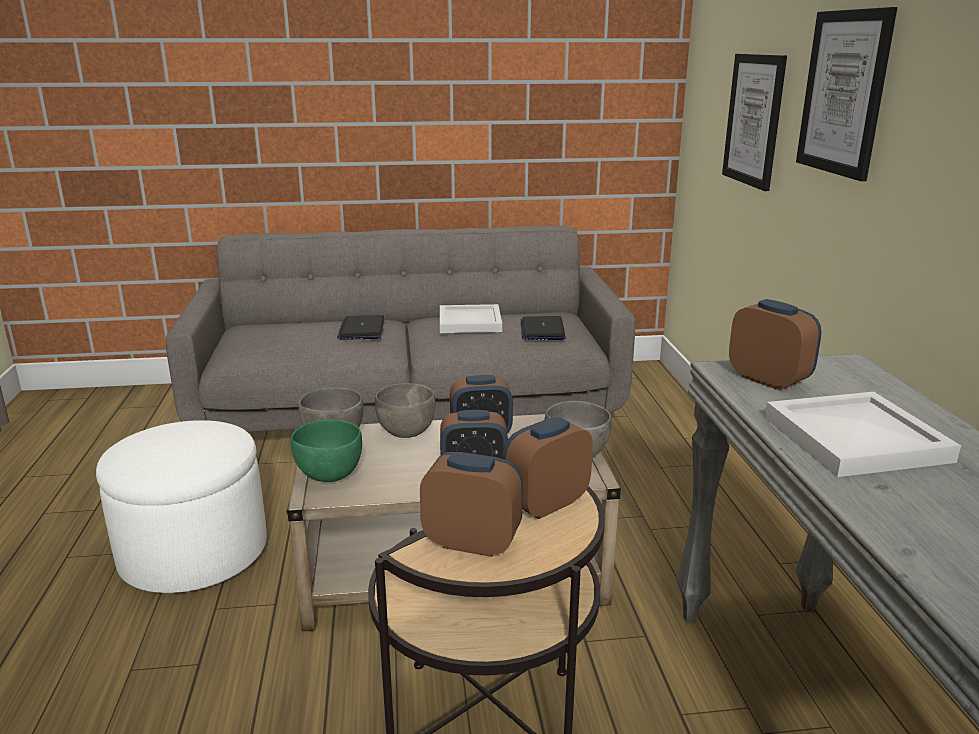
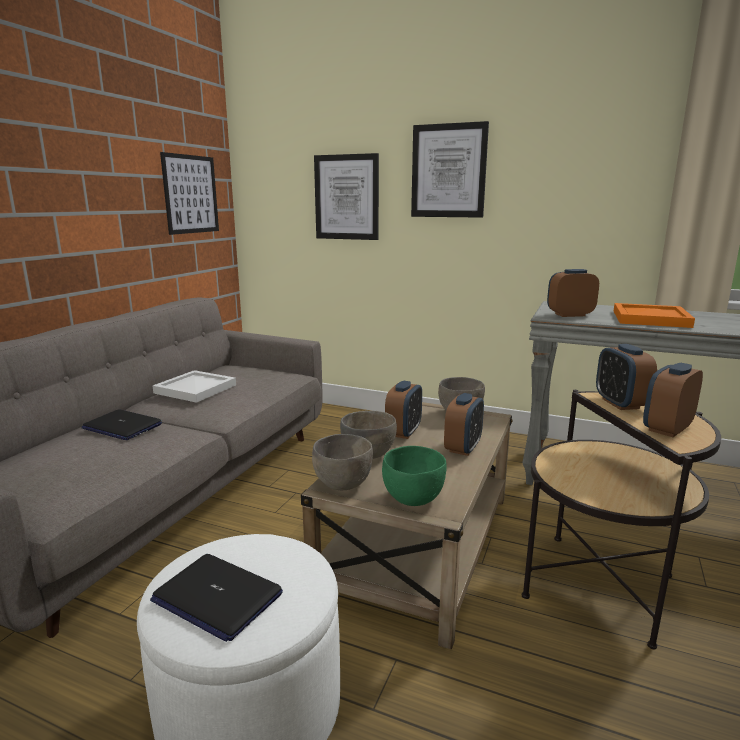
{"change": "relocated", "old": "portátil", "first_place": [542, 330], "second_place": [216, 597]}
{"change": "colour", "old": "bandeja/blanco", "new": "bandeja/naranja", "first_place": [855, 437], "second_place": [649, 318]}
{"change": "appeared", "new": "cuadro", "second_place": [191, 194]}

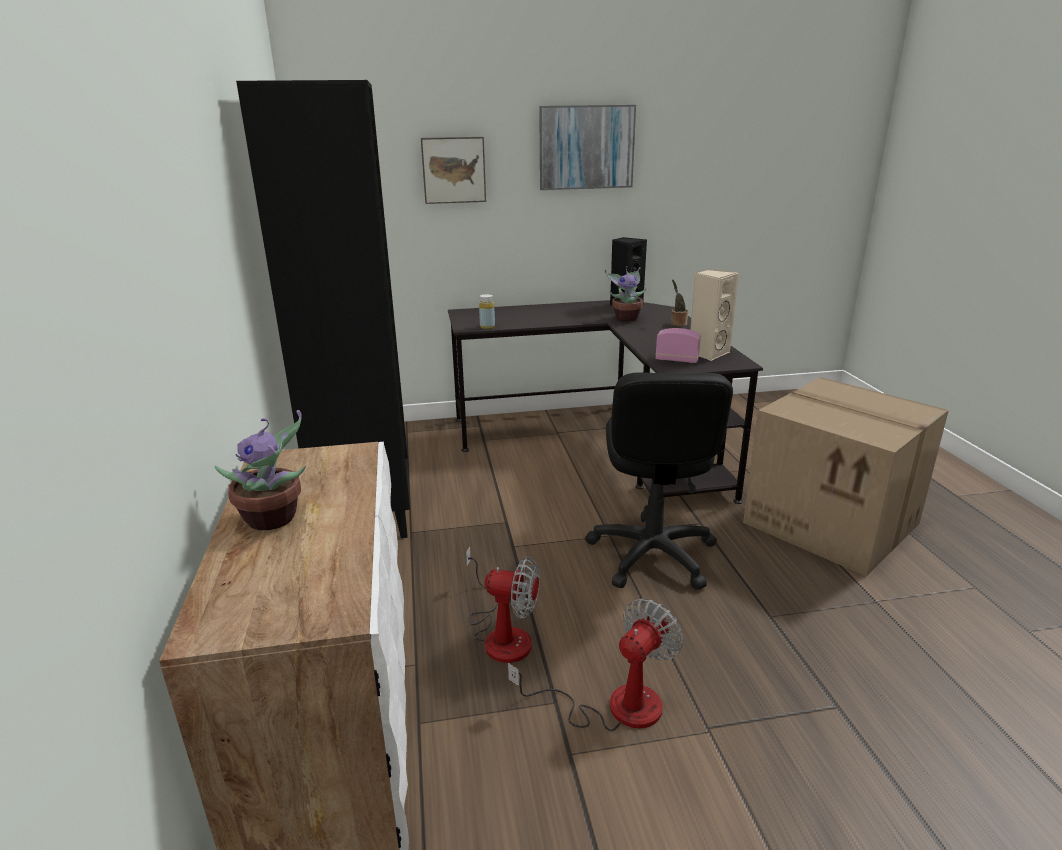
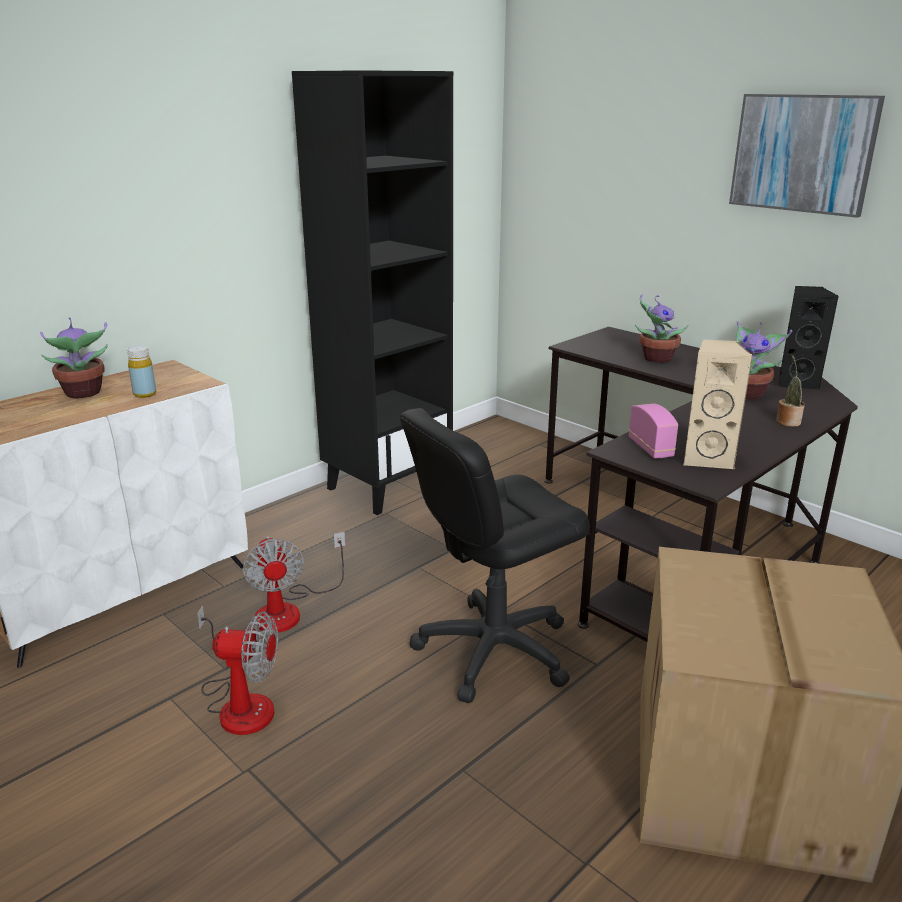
{"change": "missing", "old": "cuadro", "first_place": [453, 170]}
{"change": "relocated", "old": "botella/amarillo", "first_place": [487, 327], "second_place": [145, 394]}
{"change": "appeared", "new": "planta en maceta", "second_place": [655, 358]}

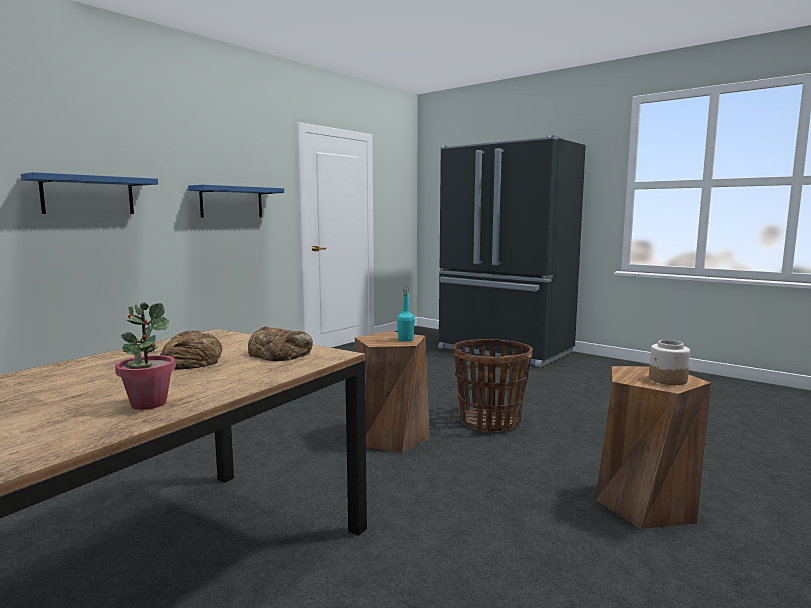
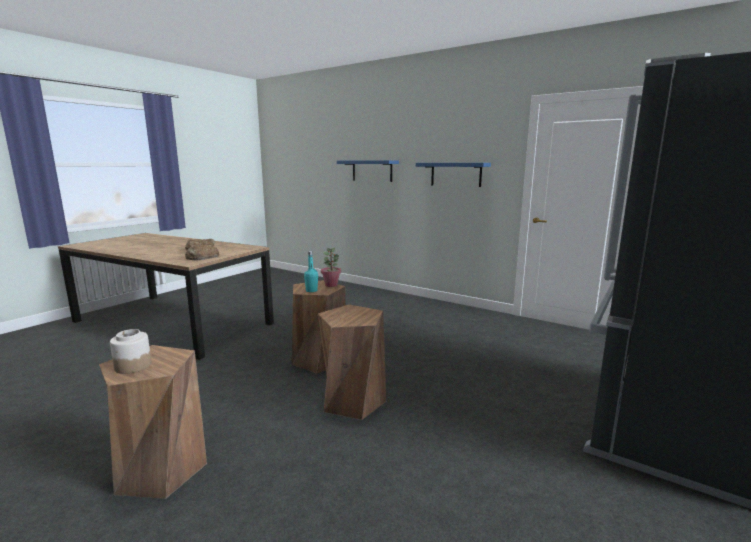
{"change": "relocated", "old": "planta en maceta", "first_place": [148, 404], "second_place": [331, 285]}
{"change": "exchanged", "old": "cesta", "new": "taburete/marrón", "first_place": [490, 422], "second_place": [353, 401]}

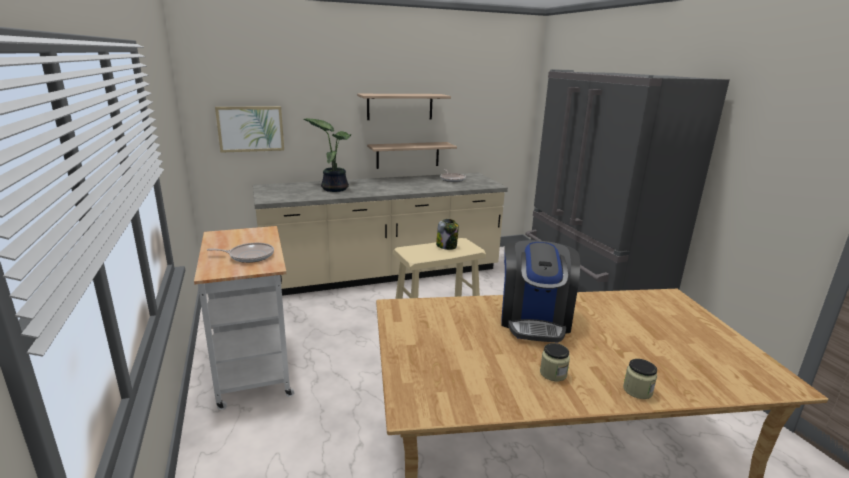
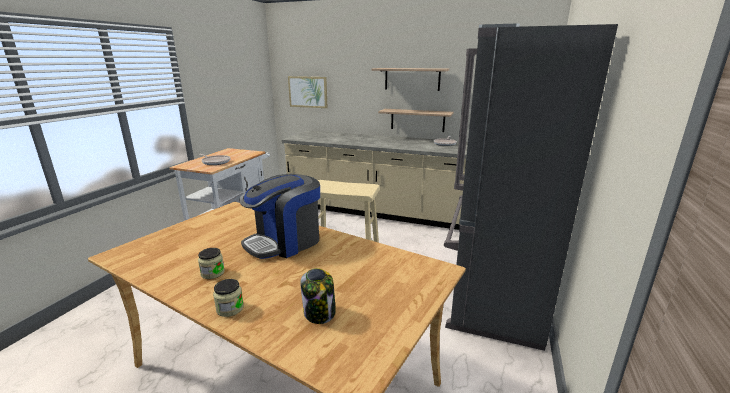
{"change": "missing", "old": "planta en maceta", "first_place": [334, 188]}
{"change": "relocated", "old": "tarro", "first_place": [447, 246], "second_place": [319, 313]}

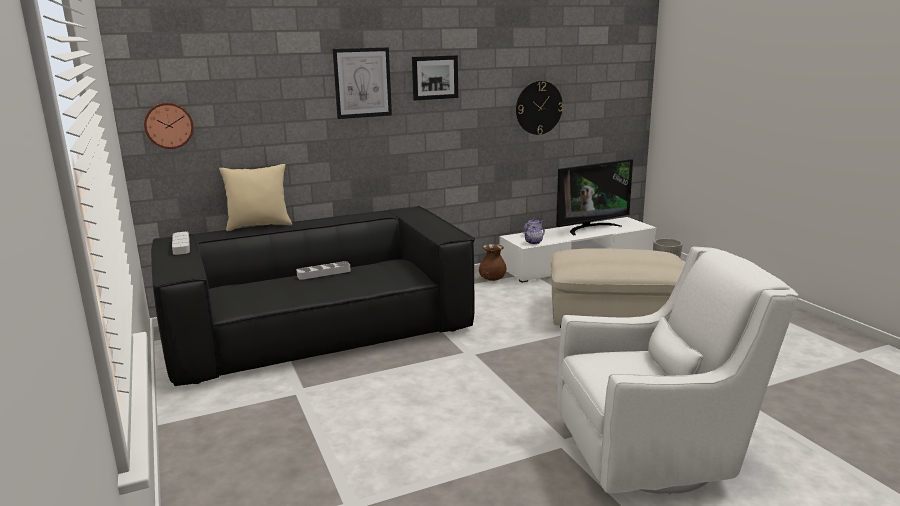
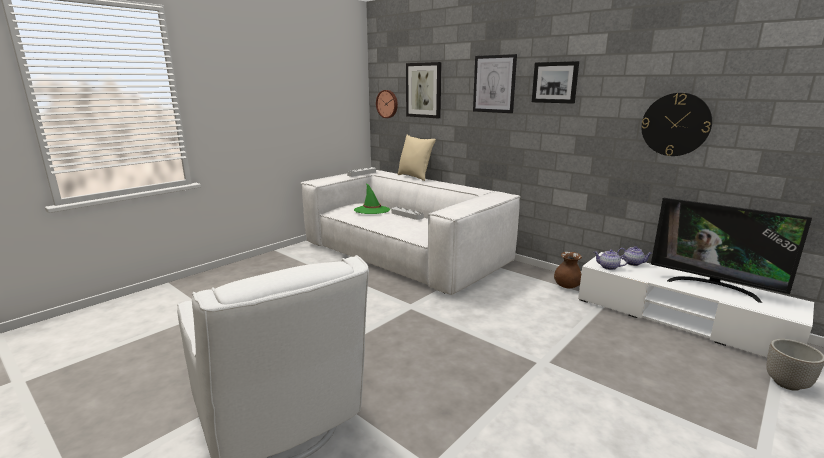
{"change": "colour", "old": "sofá/negro", "new": "sofá/blanco", "first_place": [319, 329], "second_place": [404, 253]}
{"change": "missing", "old": "puf/beis", "first_place": [616, 313]}
{"change": "appeared", "new": "sombrero/verde", "second_place": [372, 210]}
{"change": "appeared", "new": "cuadro", "second_place": [424, 90]}

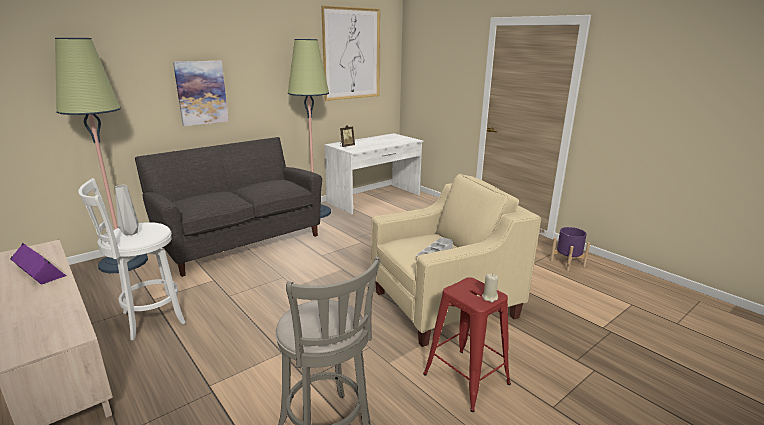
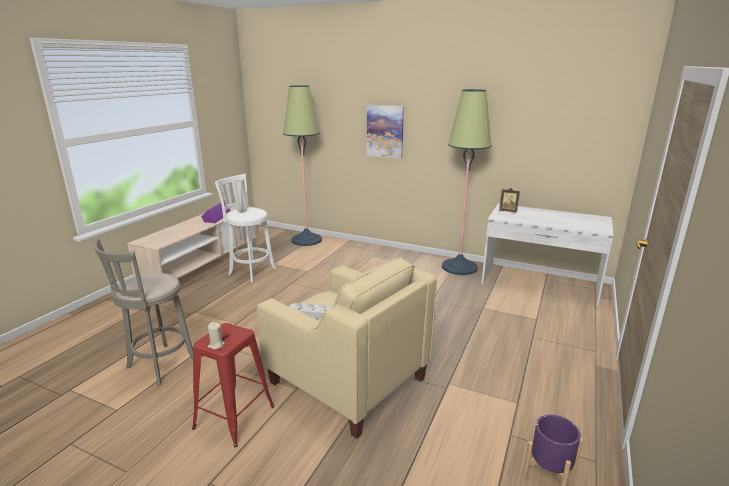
{"change": "missing", "old": "sofá/gris", "first_place": [239, 241]}
{"change": "missing", "old": "cuadro", "first_place": [351, 54]}

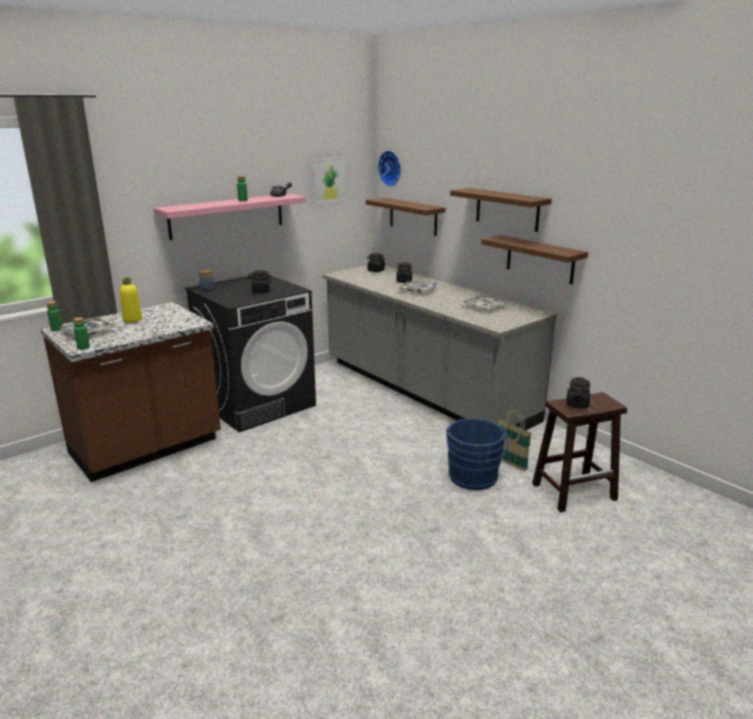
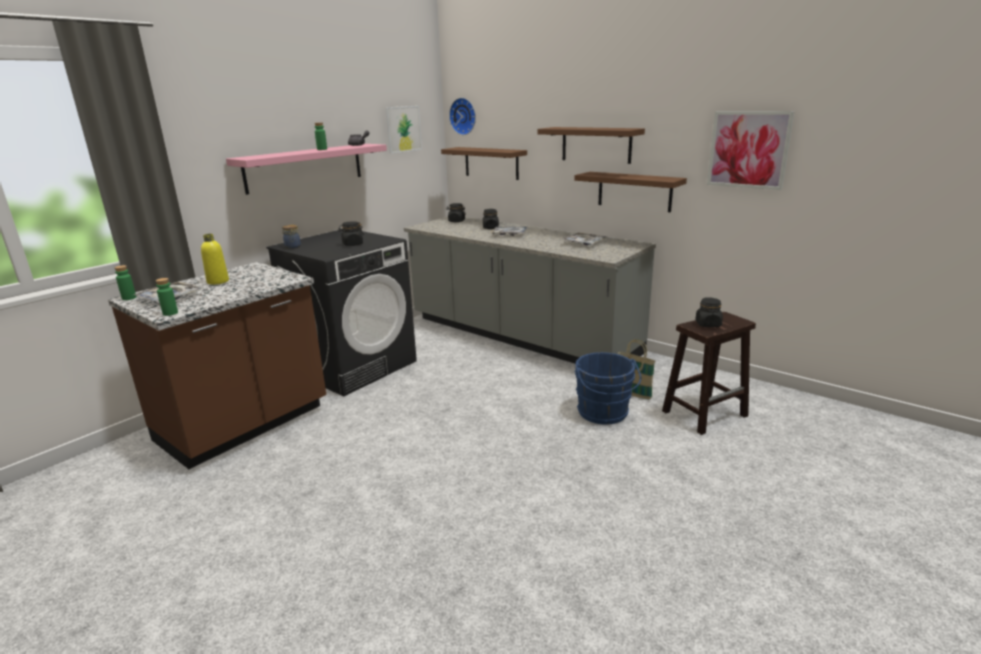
{"change": "appeared", "new": "cuadro", "second_place": [748, 149]}

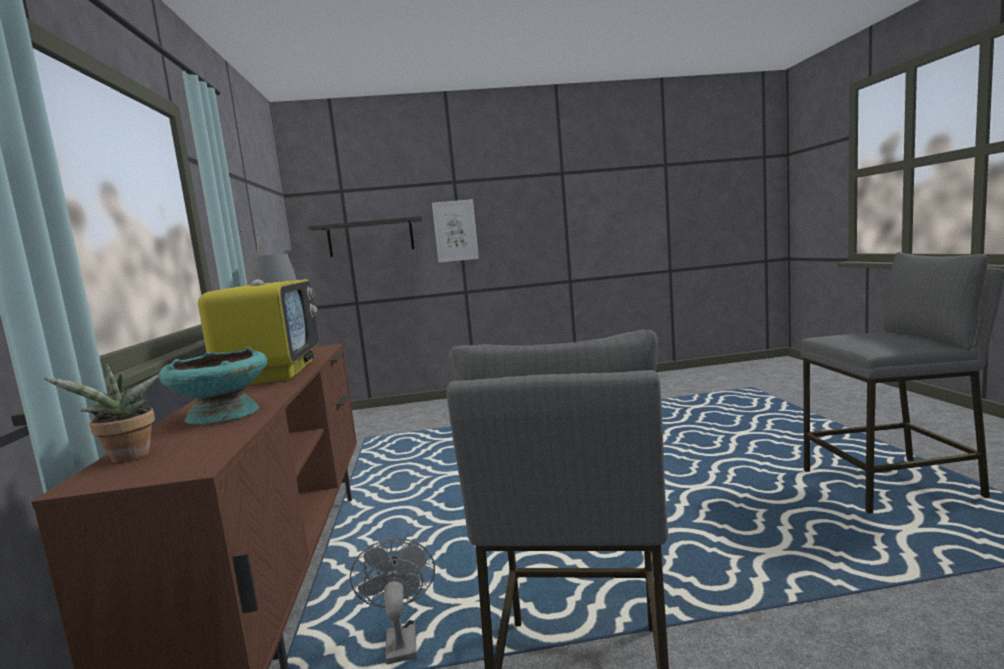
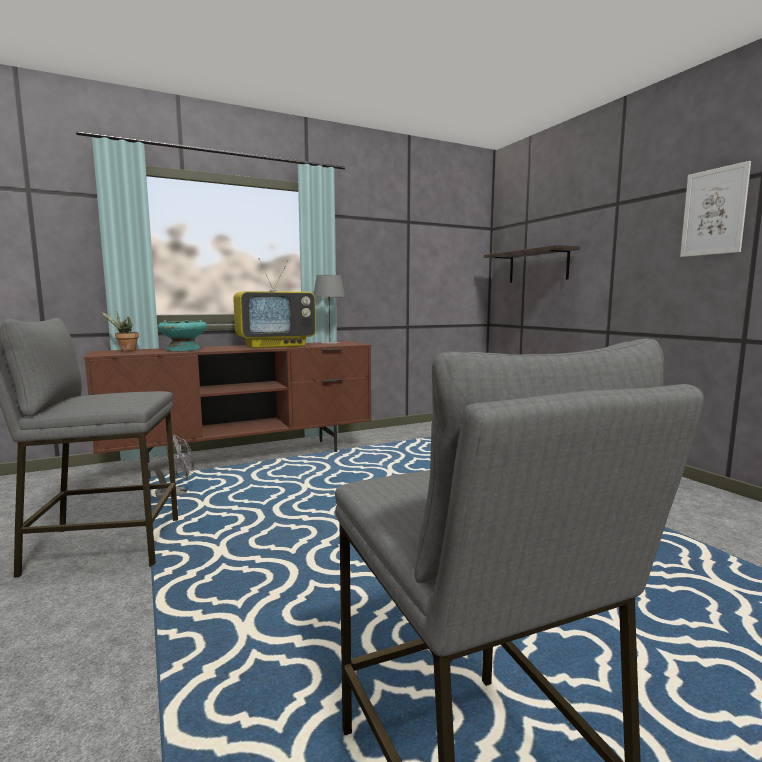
{"change": "relocated", "old": "cuadro", "first_place": [455, 231], "second_place": [714, 212]}

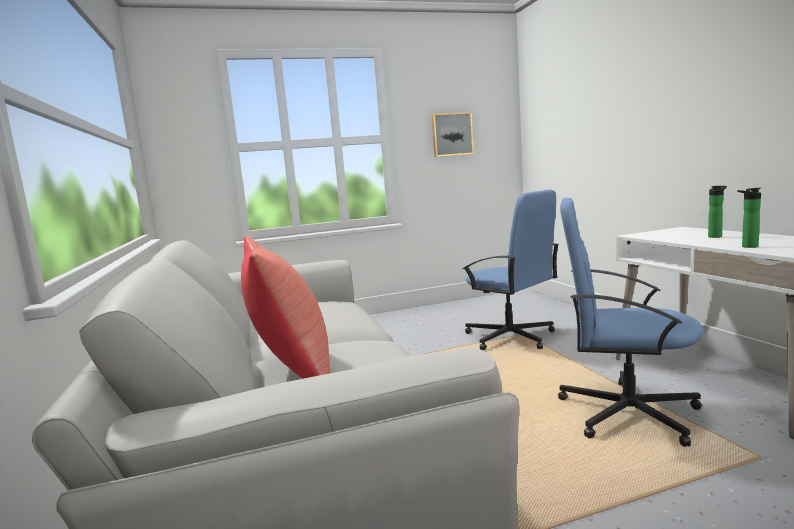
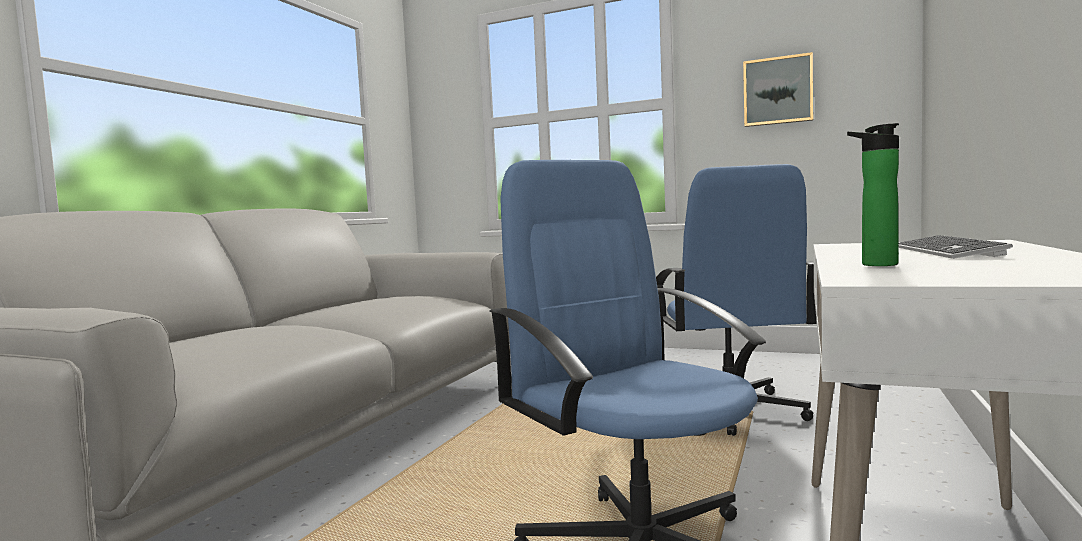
{"change": "missing", "old": "cojín/rojo", "first_place": [292, 370]}
{"change": "exchanged", "old": "botella", "new": "teclado", "first_place": [716, 236], "second_place": [945, 251]}

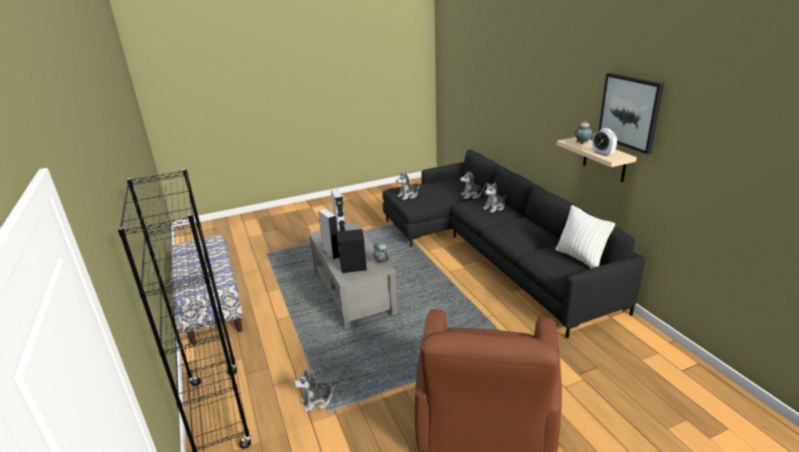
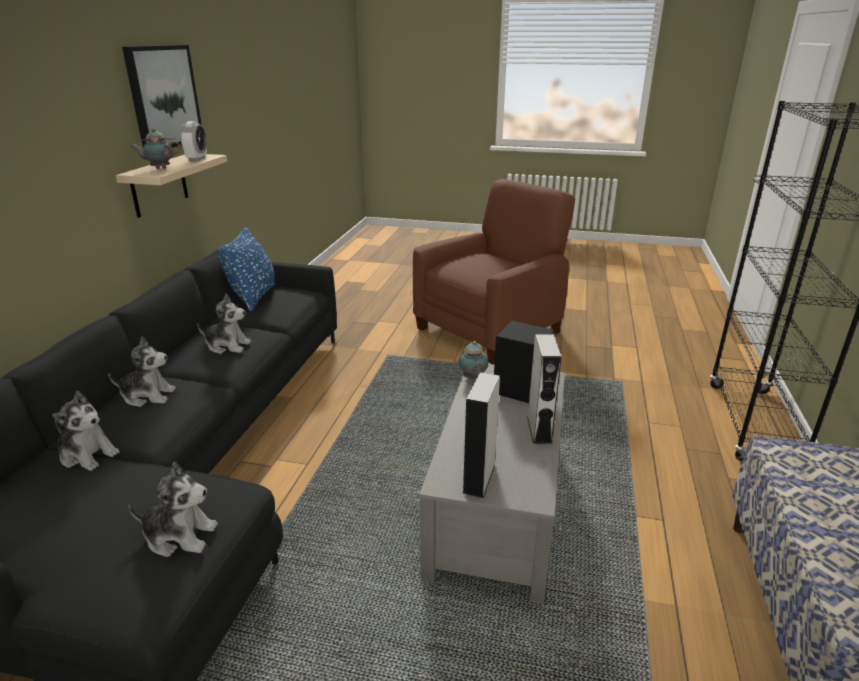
{"change": "relocated", "old": "peluche", "first_place": [316, 400], "second_place": [227, 345]}
{"change": "colour", "old": "cojín/blanco", "new": "cojín/azul", "first_place": [580, 258], "second_place": [254, 297]}

